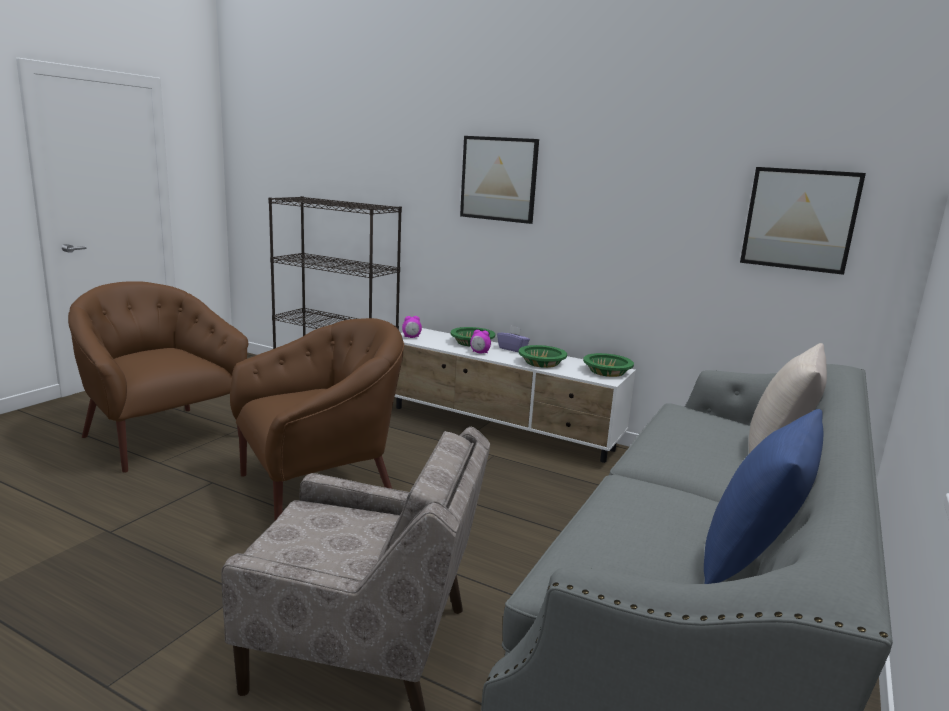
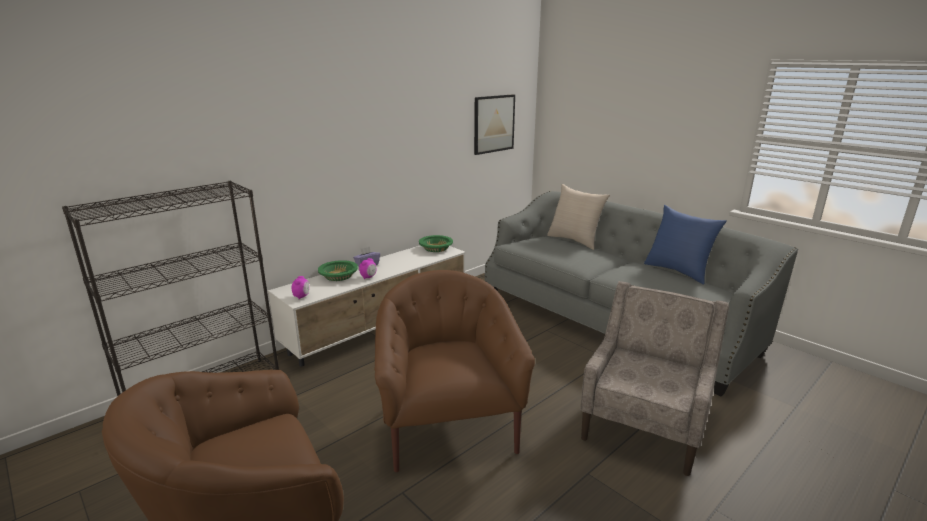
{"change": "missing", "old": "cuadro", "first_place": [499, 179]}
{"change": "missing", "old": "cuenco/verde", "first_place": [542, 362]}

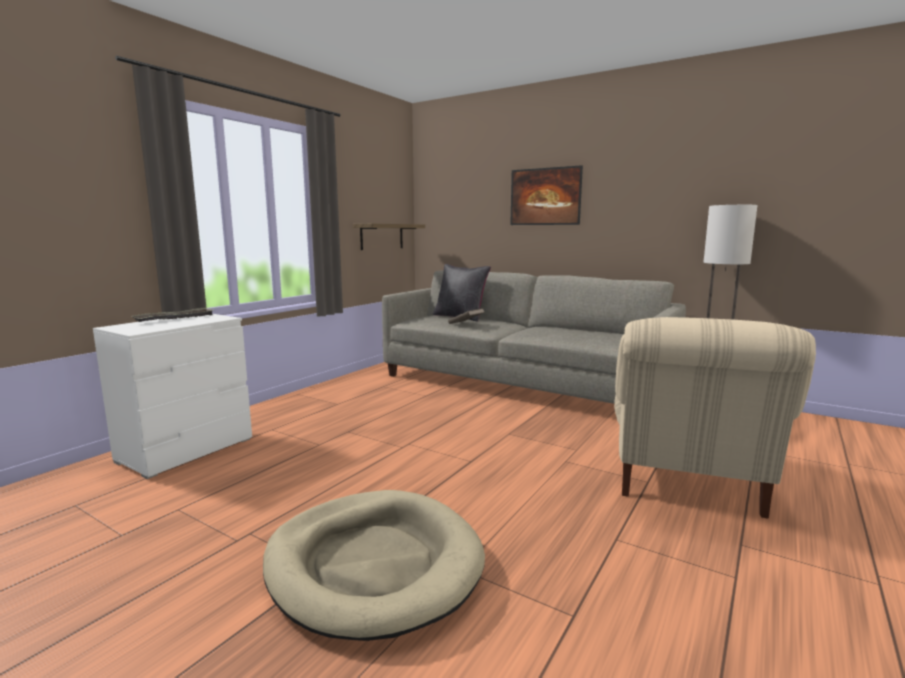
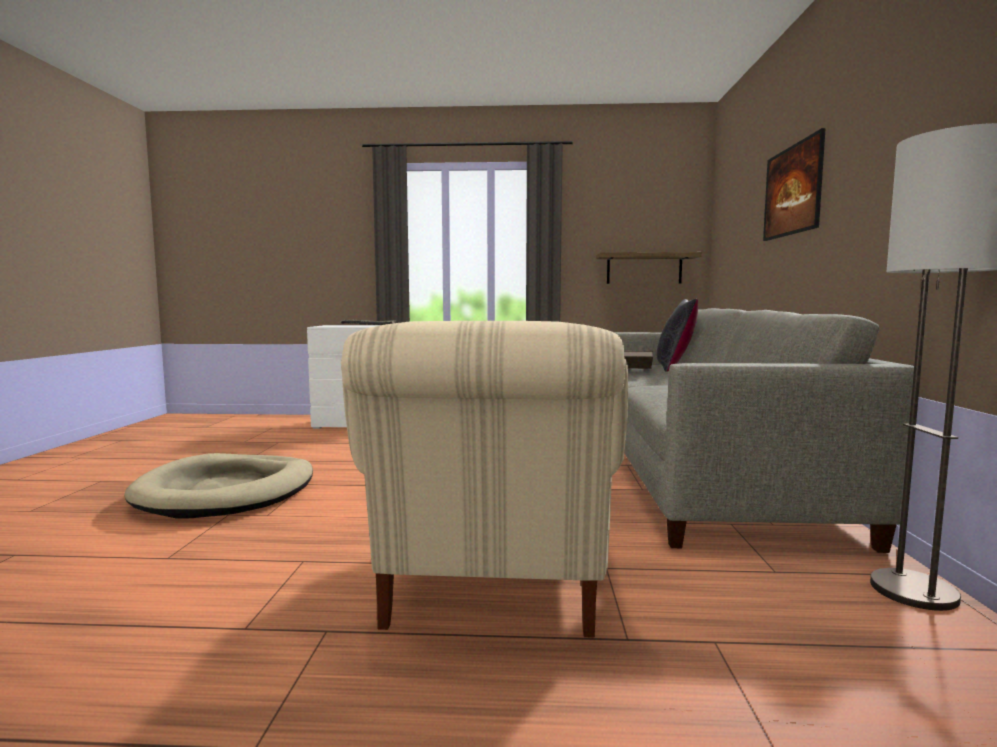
{"change": "spun", "old": "sillón/beis", "first_place": [687, 481], "second_place": [493, 588], "degrees": -75}

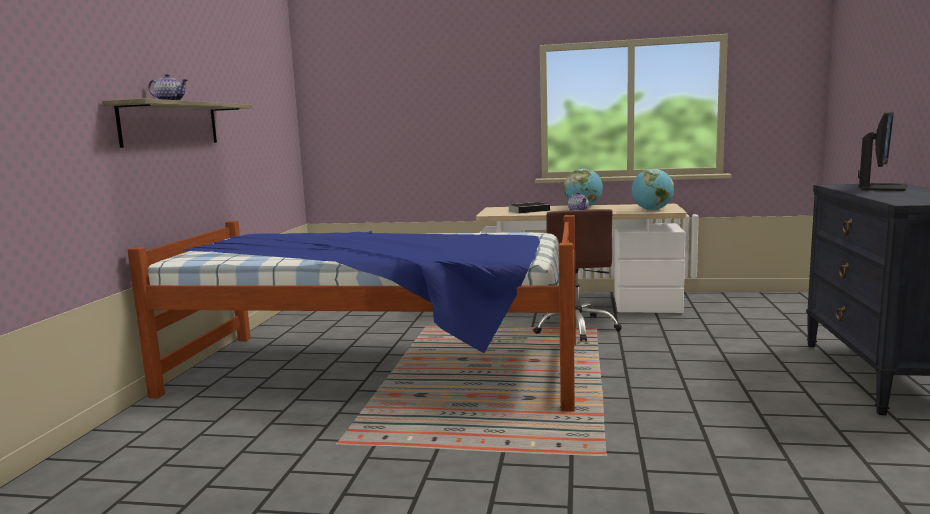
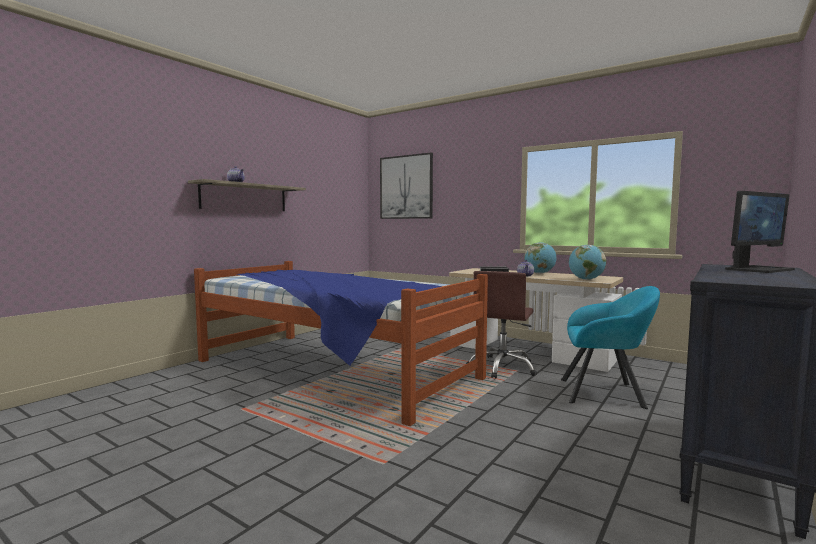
{"change": "appeared", "new": "cuadro", "second_place": [406, 187]}
{"change": "appeared", "new": "sillón/turquesa", "second_place": [606, 393]}

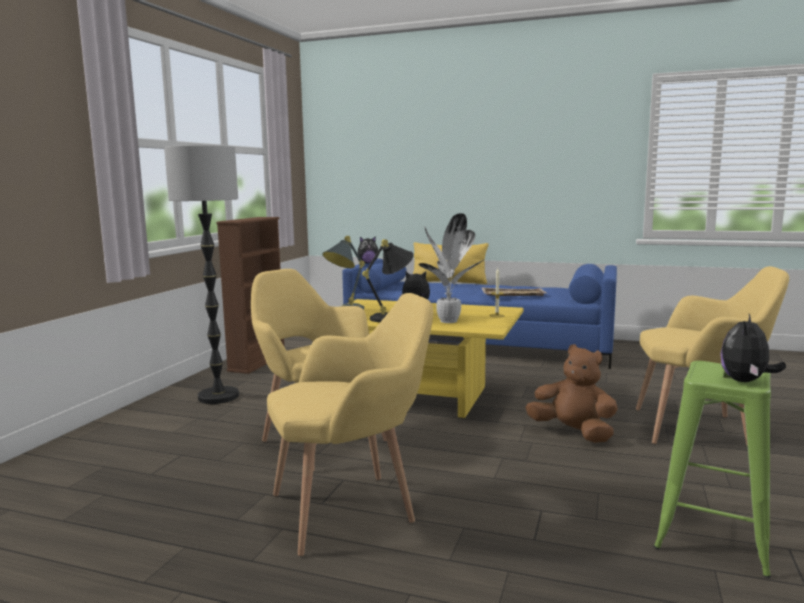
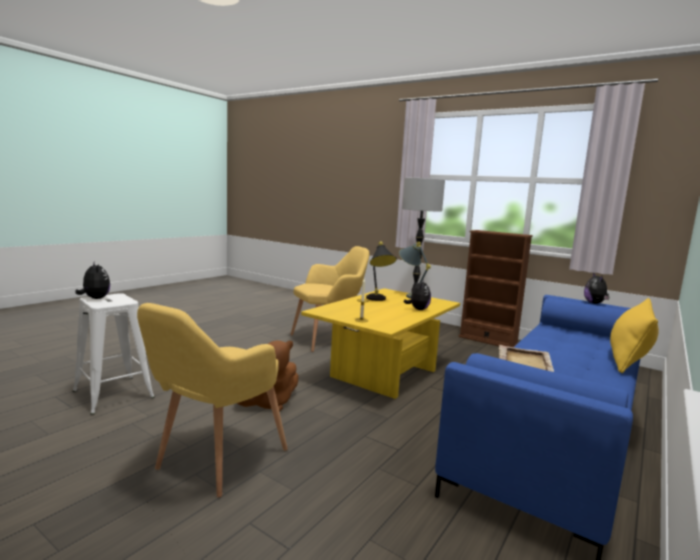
{"change": "missing", "old": "sillón/amarillo", "first_place": [353, 509]}
{"change": "missing", "old": "planta en maceta", "first_place": [449, 321]}
{"change": "colour", "old": "taburete/verde", "new": "taburete/blanco", "first_place": [714, 534], "second_place": [113, 394]}

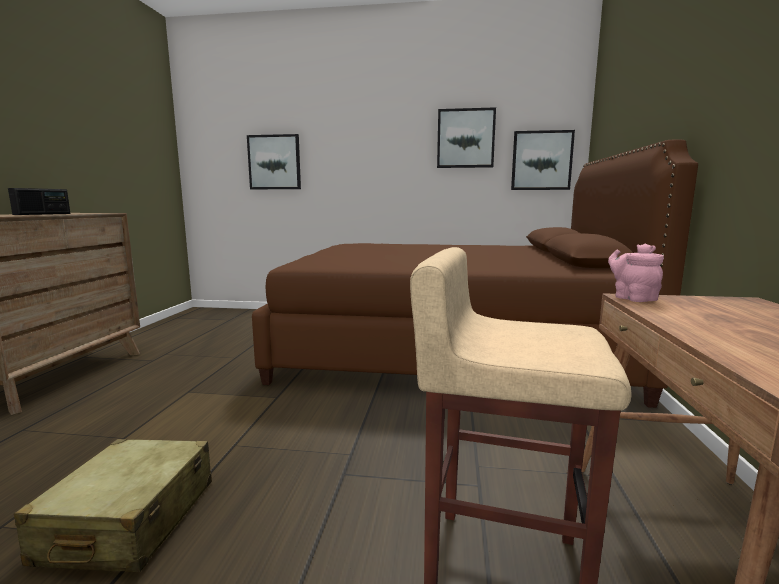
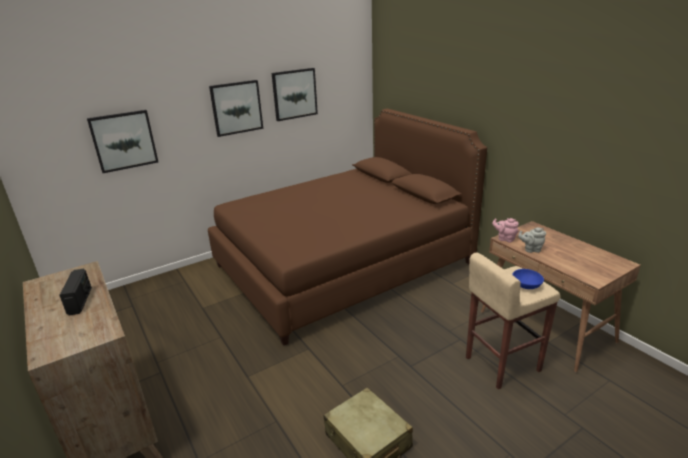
{"change": "relocated", "old": "cuadro", "first_place": [541, 160], "second_place": [236, 107]}
{"change": "appeared", "new": "cuenco/azul", "second_place": [526, 285]}
{"change": "appeared", "new": "tetera/gris", "second_place": [531, 249]}

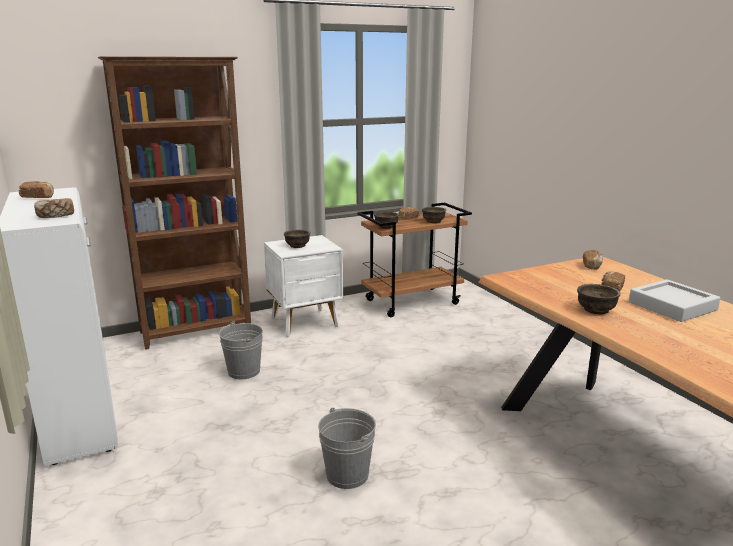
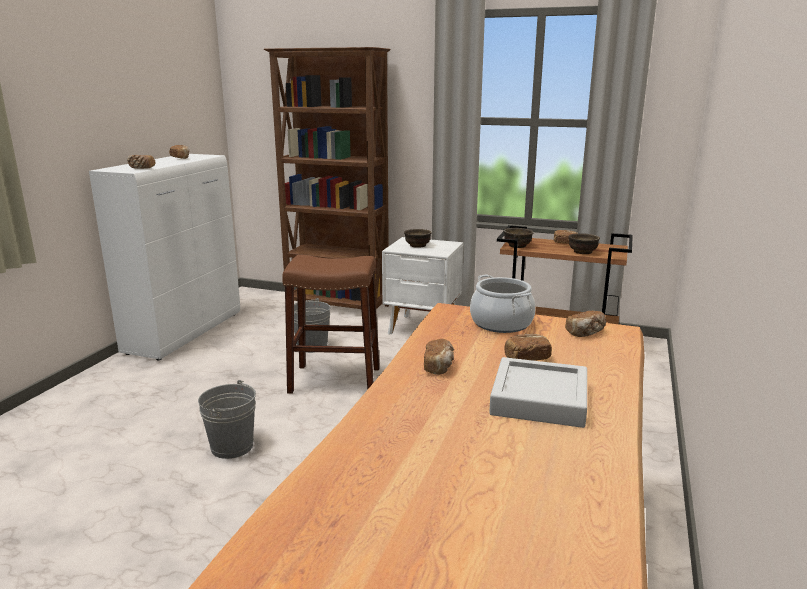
{"change": "exchanged", "old": "cuenco/marrón", "new": "pan", "first_place": [596, 310], "second_place": [439, 367]}
{"change": "appeared", "new": "taburete/marrón", "second_place": [335, 380]}
{"change": "appeared", "new": "olla", "second_place": [501, 323]}

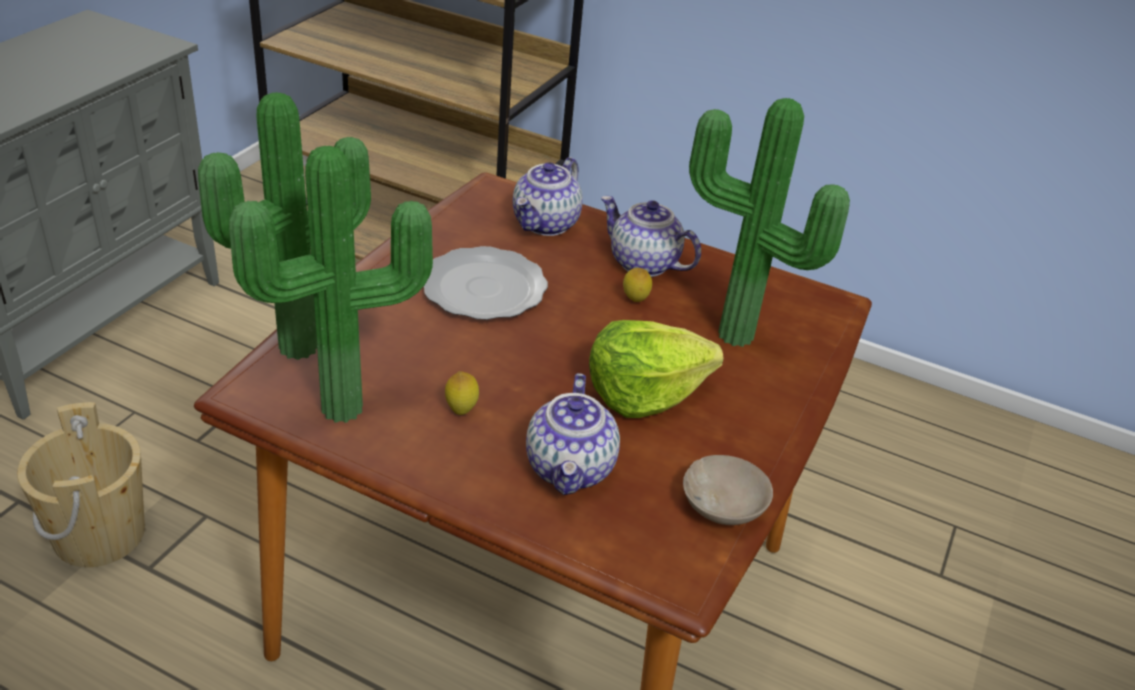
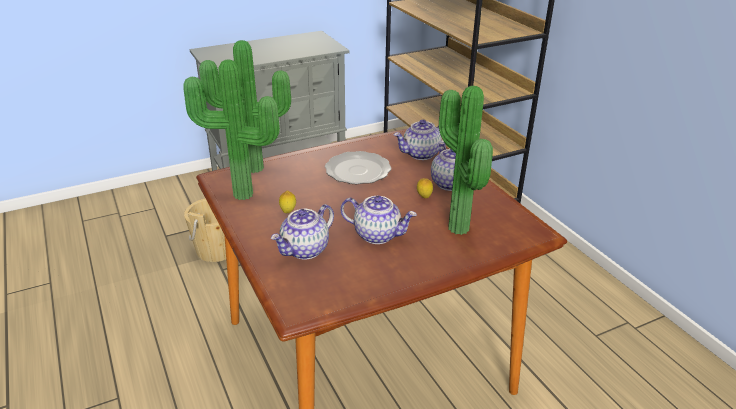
{"change": "exchanged", "old": "lechuga", "new": "tetera", "first_place": [644, 393], "second_place": [378, 234]}
{"change": "missing", "old": "cuenco/beis", "first_place": [725, 508]}

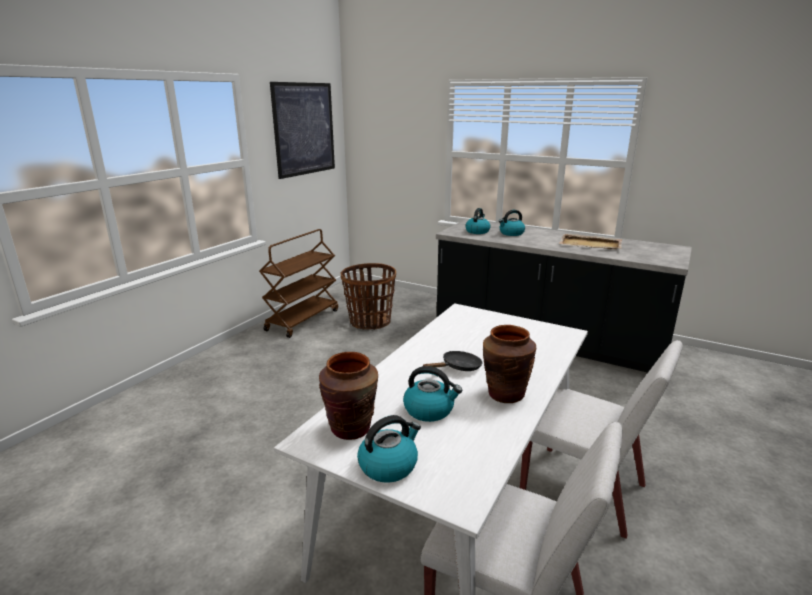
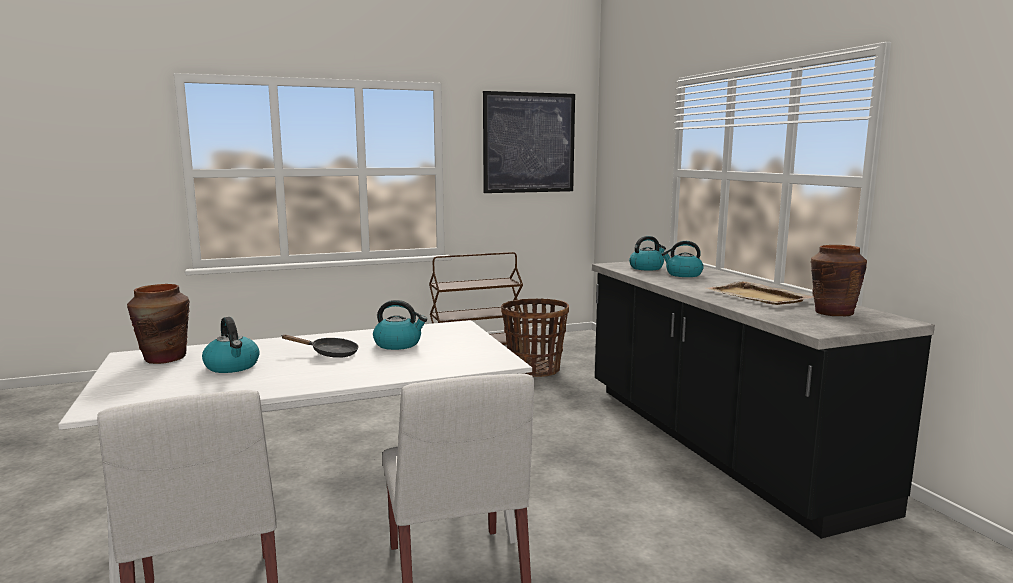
{"change": "relocated", "old": "hervidor", "first_place": [388, 465], "second_place": [398, 344]}
{"change": "relocated", "old": "florero/marrón", "first_place": [505, 394], "second_place": [833, 313]}

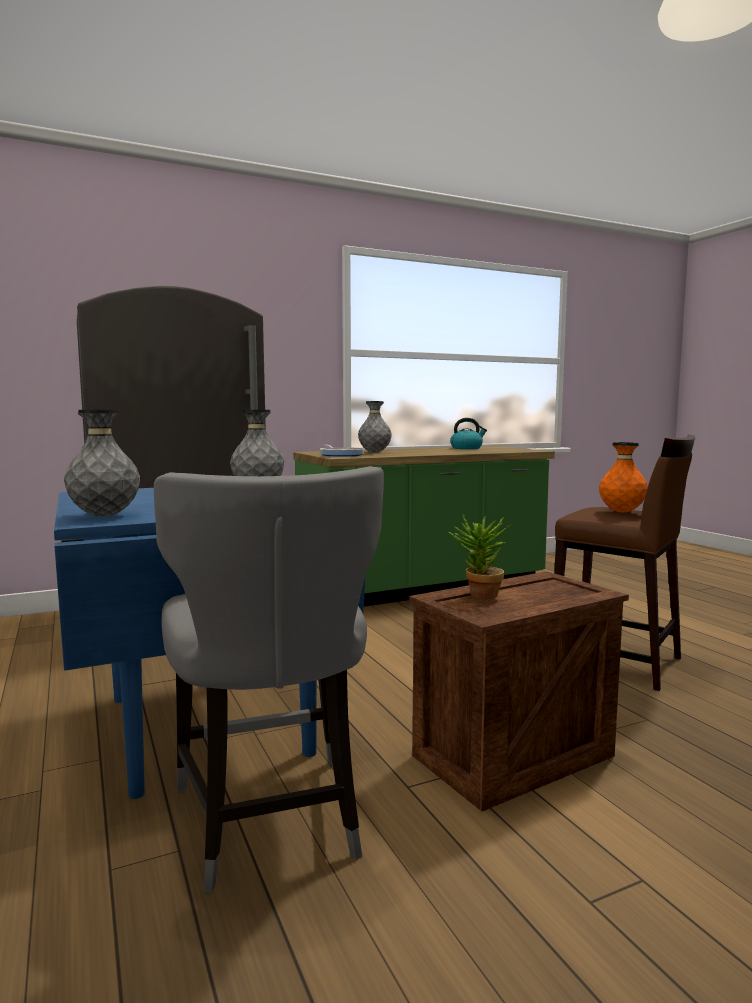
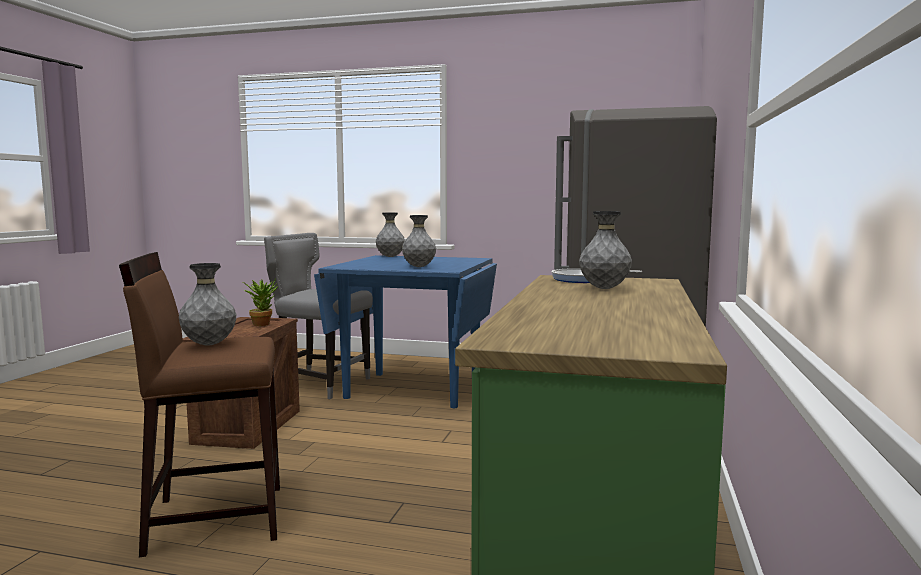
{"change": "missing", "old": "hervidor", "first_place": [467, 448]}
{"change": "colour", "old": "florero/naranja", "new": "florero/gris", "first_place": [621, 512], "second_place": [209, 344]}

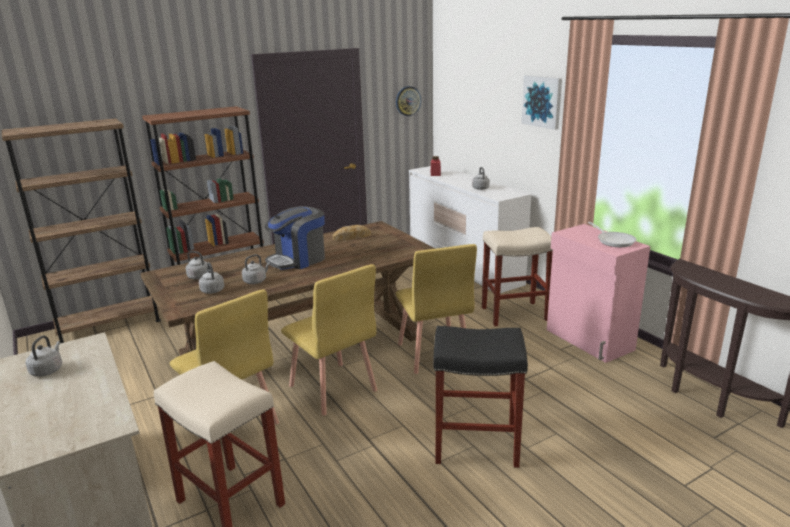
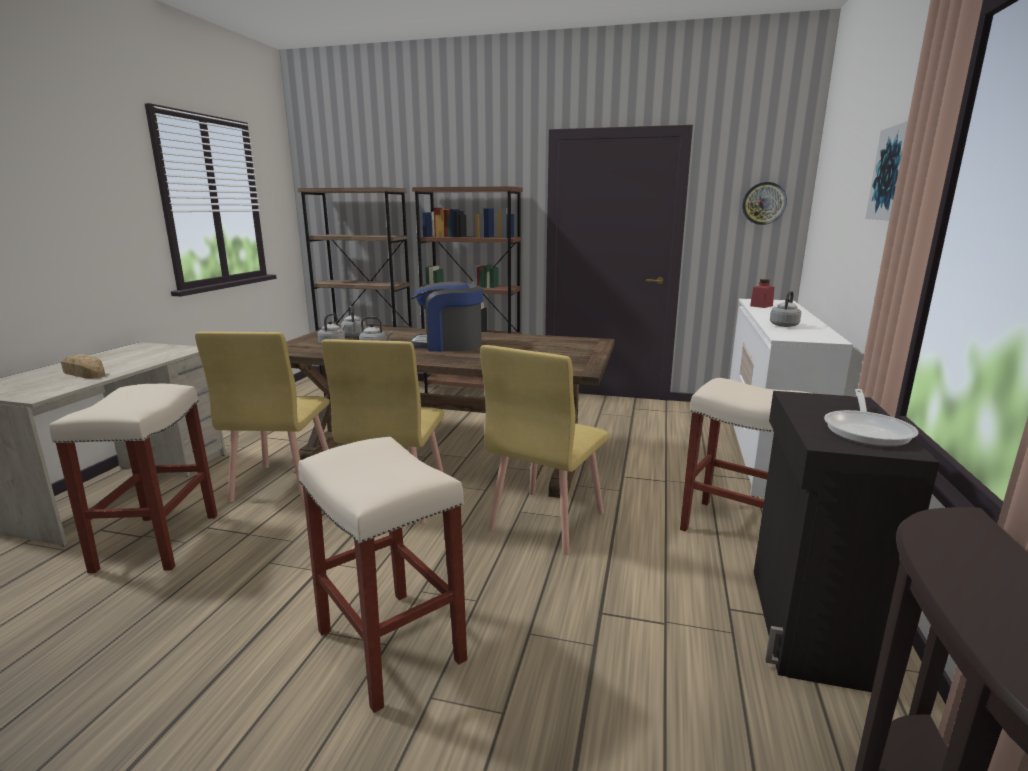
{"change": "missing", "old": "hervidor/gris", "first_place": [48, 370]}
{"change": "relocated", "old": "pan", "first_place": [352, 237], "second_place": [83, 373]}
{"change": "colour", "old": "taburete/negro", "new": "taburete/beis", "first_place": [477, 445], "second_place": [392, 646]}
{"change": "colour", "old": "armario/rosa", "new": "armario/negro", "first_place": [588, 340], "second_place": [806, 624]}

